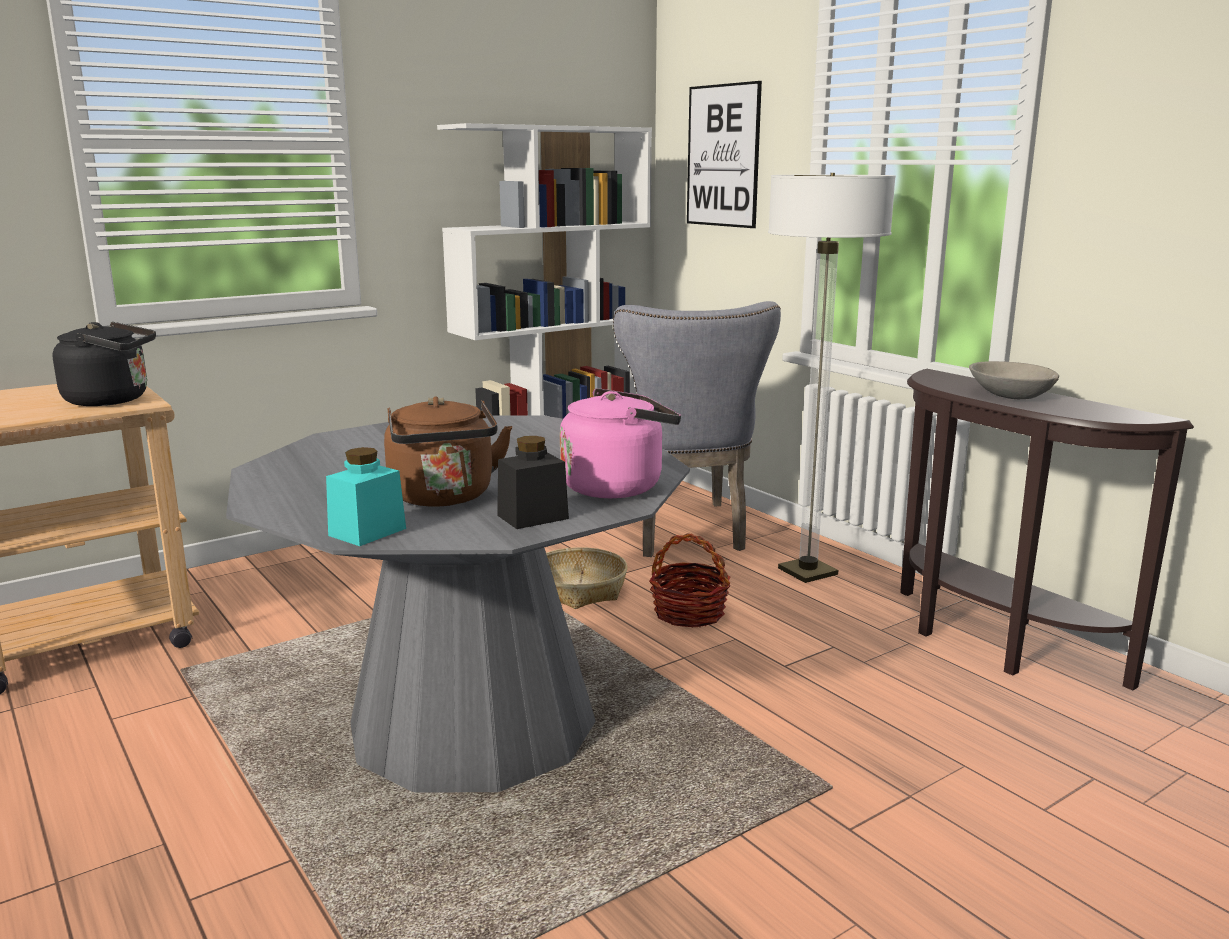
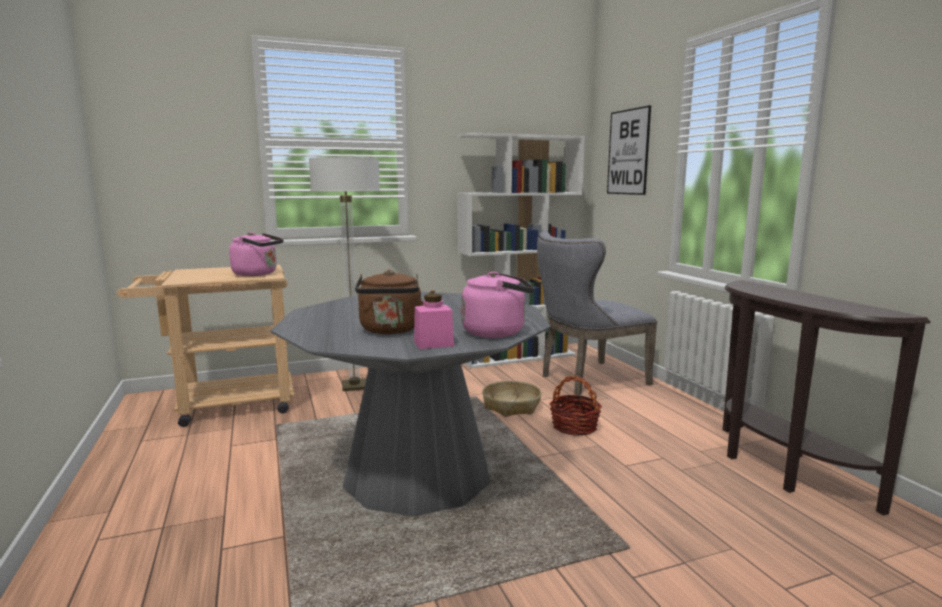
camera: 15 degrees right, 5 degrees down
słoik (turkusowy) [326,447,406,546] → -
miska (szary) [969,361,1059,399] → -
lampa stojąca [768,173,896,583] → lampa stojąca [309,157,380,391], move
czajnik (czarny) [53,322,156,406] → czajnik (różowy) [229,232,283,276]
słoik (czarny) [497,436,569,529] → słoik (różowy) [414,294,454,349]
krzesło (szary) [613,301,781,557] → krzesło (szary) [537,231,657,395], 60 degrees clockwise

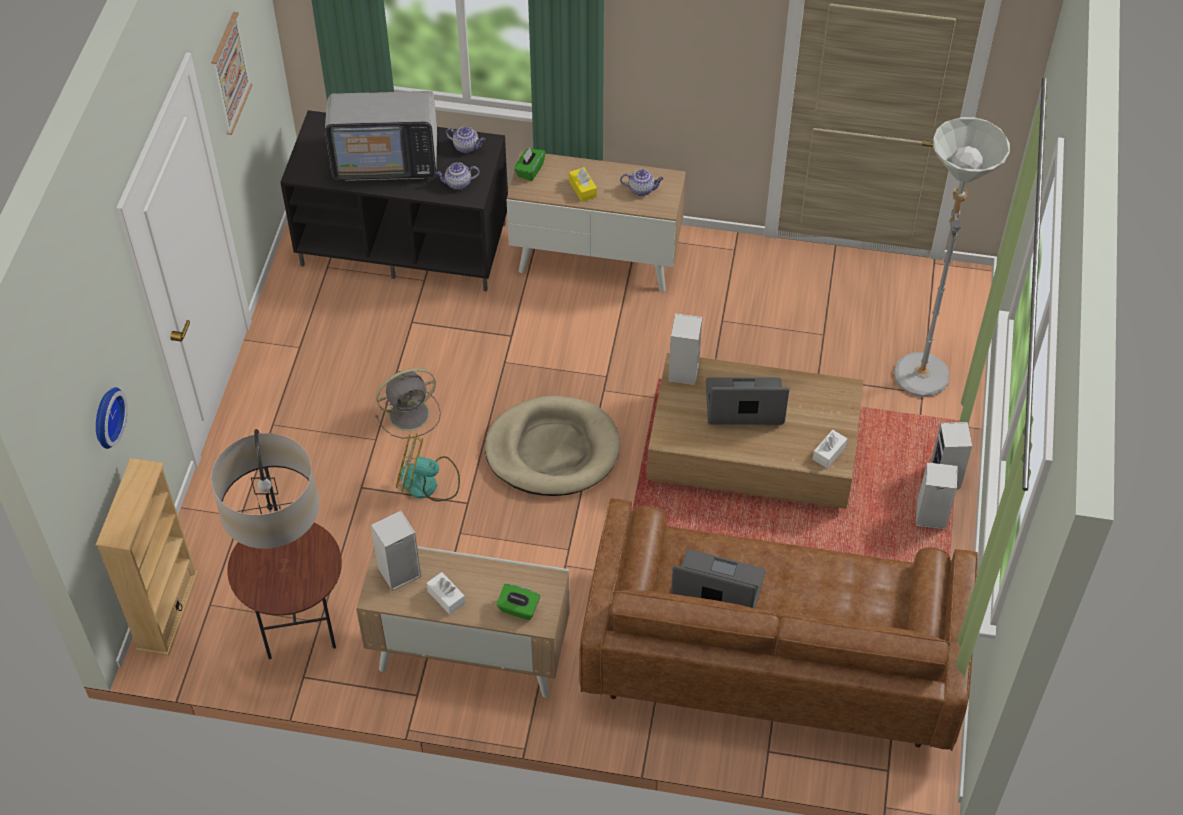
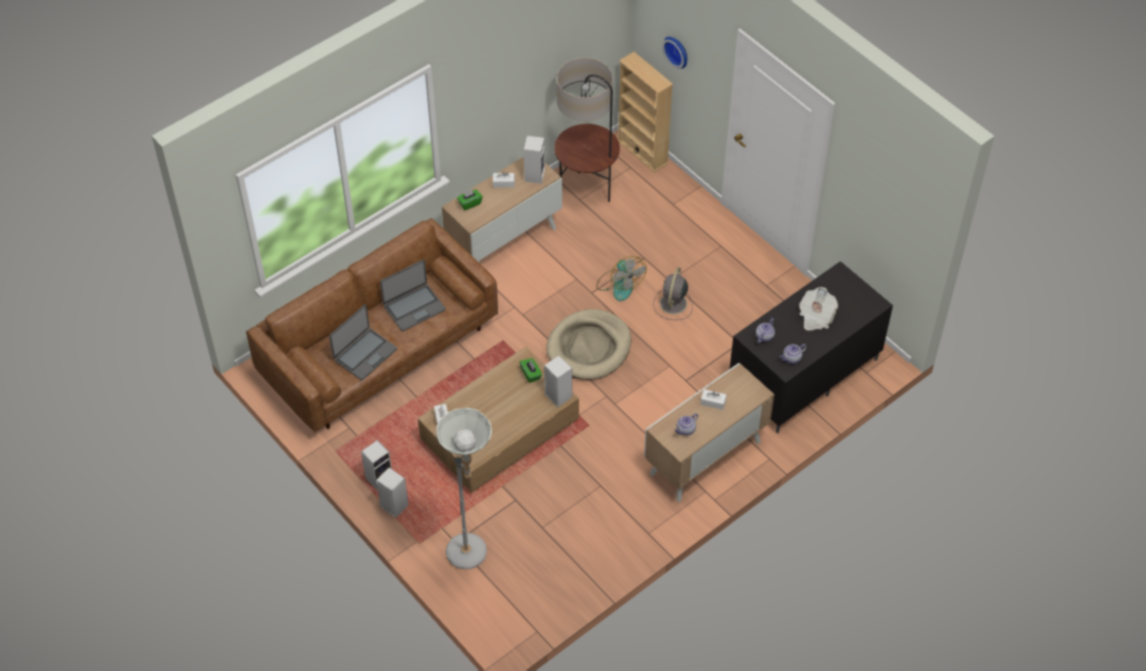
camera: 130 degrees right, 0 degrees up
obraz [211,12,252,135] → -
pudełko chusteczek (zielony) [514,148,546,181] → pudełko chusteczek (zielony) [520,358,542,383], move
laptop [706,377,789,425] → laptop [329,304,397,380], move
telewizor [325,91,437,181] → gazeta [799,287,838,330]
pudełko chusteczek (żółty) [569,167,597,202] → pudełko chusteczek (biały) [701,389,727,410]
wentylator [396,434,460,502] → wentylator [596,256,646,301], 105 degrees clockwise

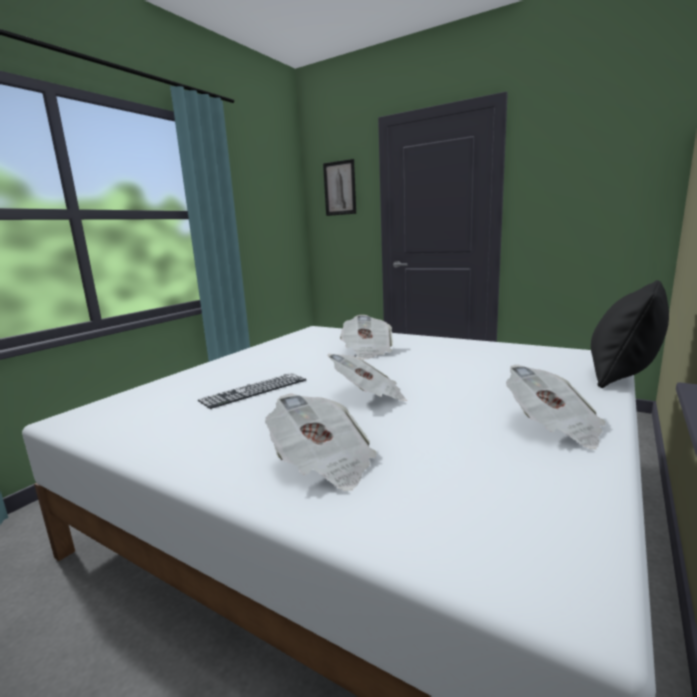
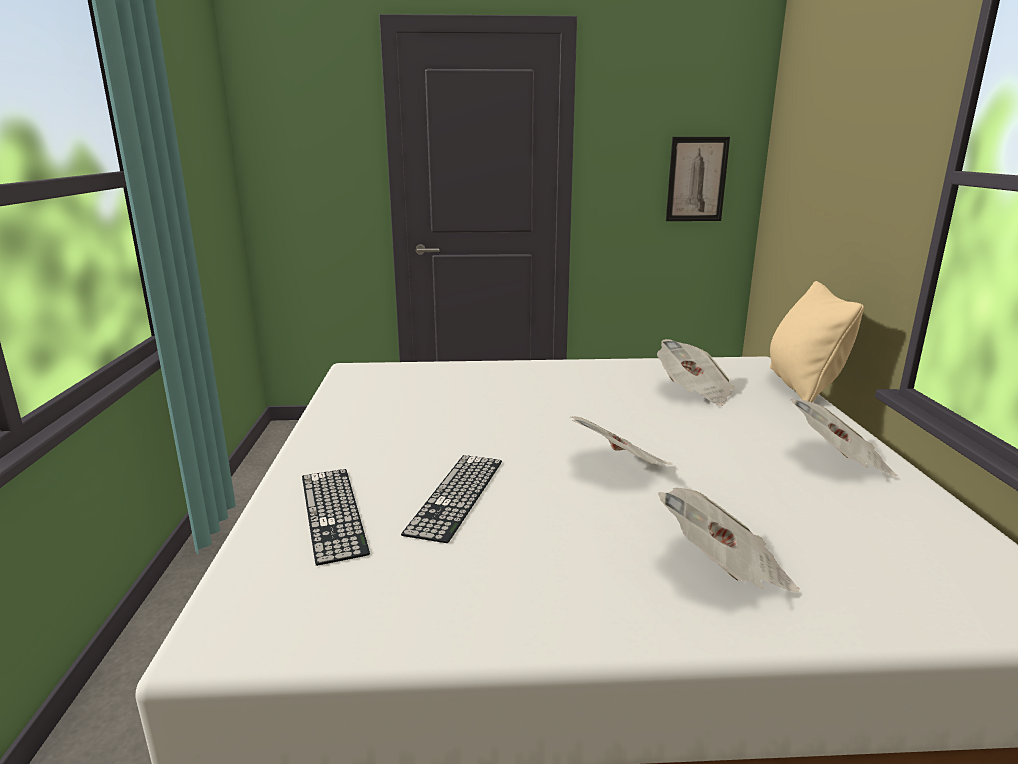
camera: 35 degrees left, 5 degrees up
- → klawiatura [302,469,370,566]
obraz [323,159,356,216] → obraz [666,137,730,221], move
gazeta [340,315,393,359] → gazeta [657,339,735,406], move
poduszka (czarny) [591,280,669,388] → poduszka (beżowy) [770,281,864,403]

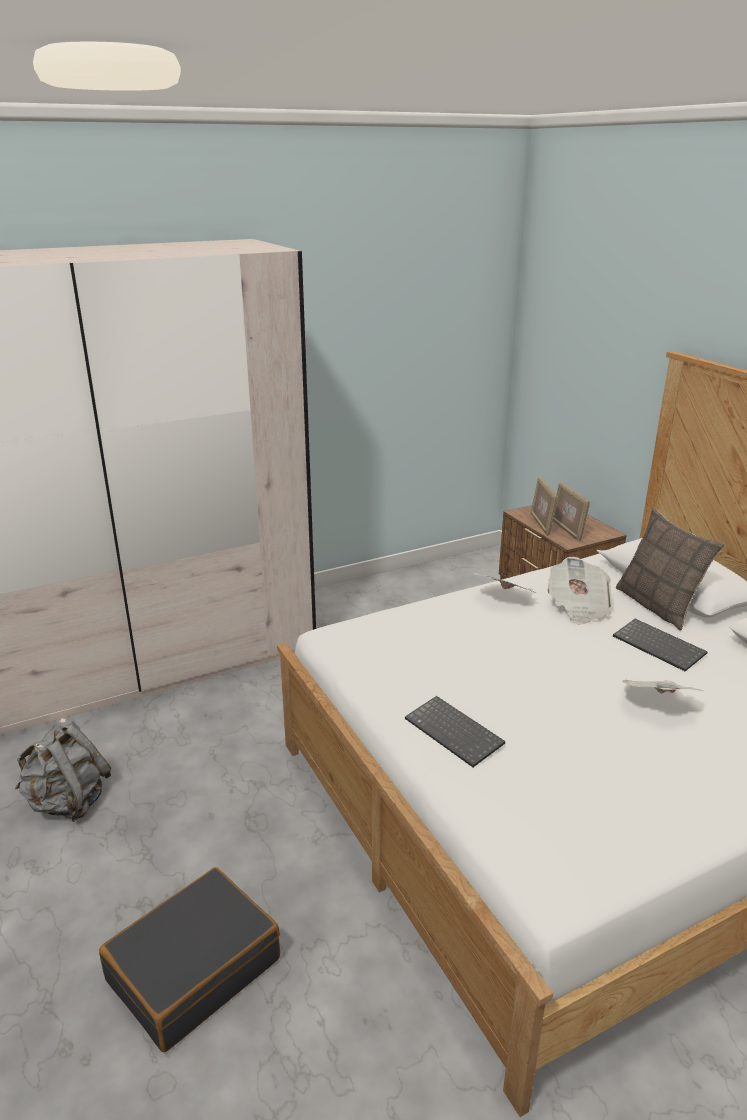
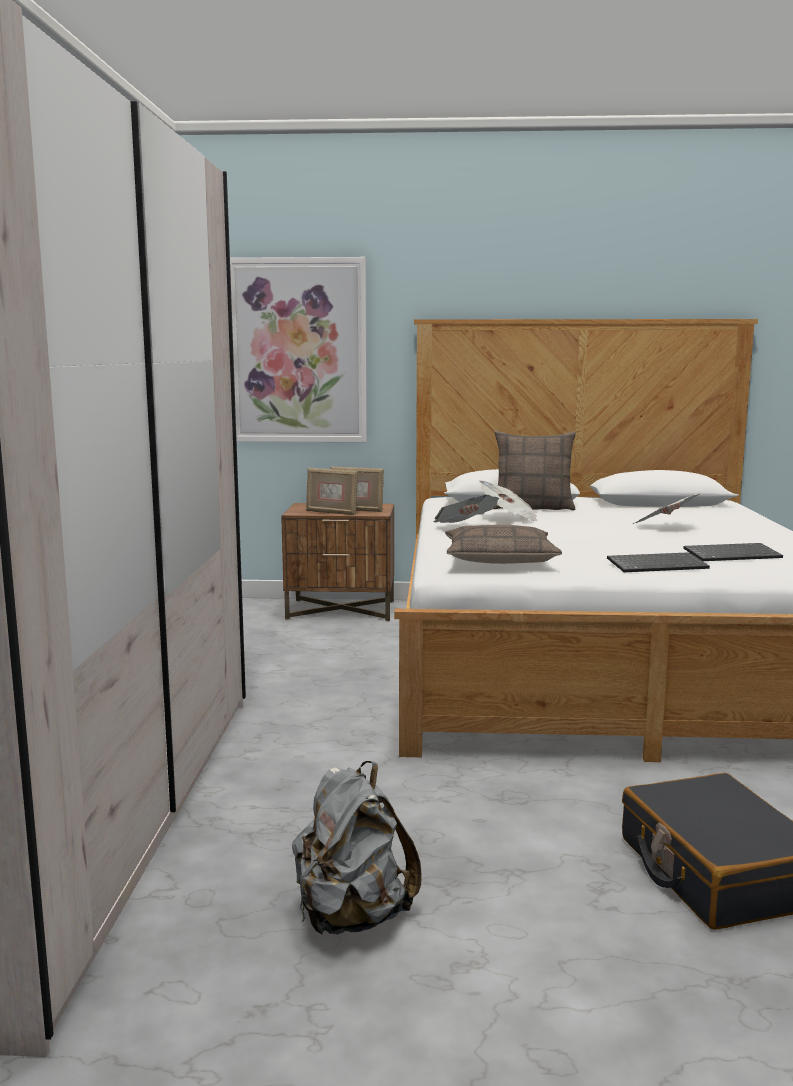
camera: 60 degrees left, 15 degrees down
- → obraz [230,257,367,442]
- → poduszka [445,525,562,564]
klawiatura [613,619,708,671] → klawiatura [683,543,783,561], move

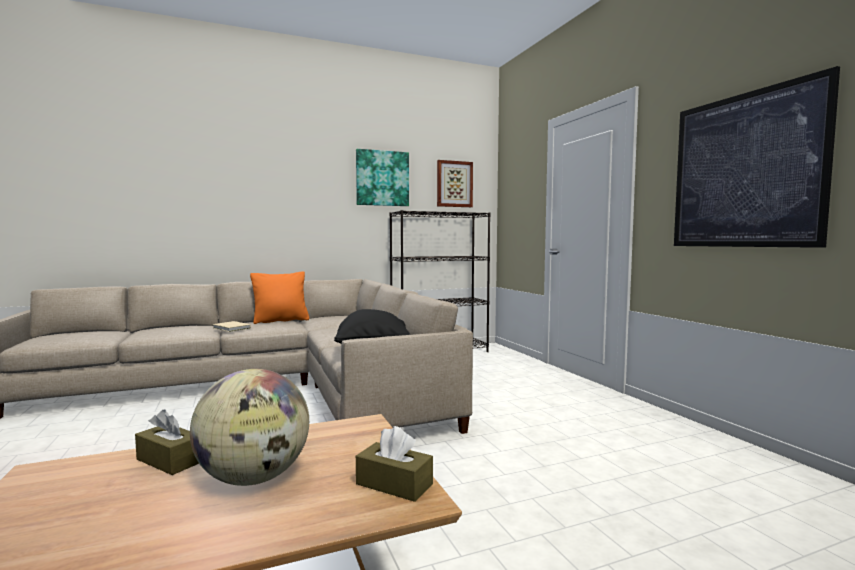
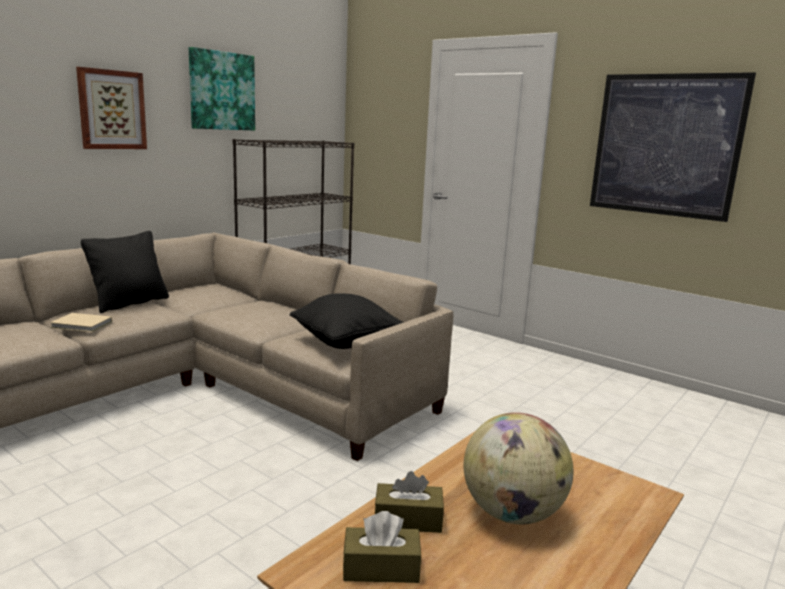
camera: 30 degrees left, 10 degrees up
pudełko chusteczek (brązowy) [356,426,433,502] → pudełko chusteczek (brązowy) [343,511,421,583], move
obraz [437,160,473,207] → obraz [76,67,147,149], move
poduszka (pomarańczowy) [250,271,309,324] → poduszka (czarny) [81,231,169,313]

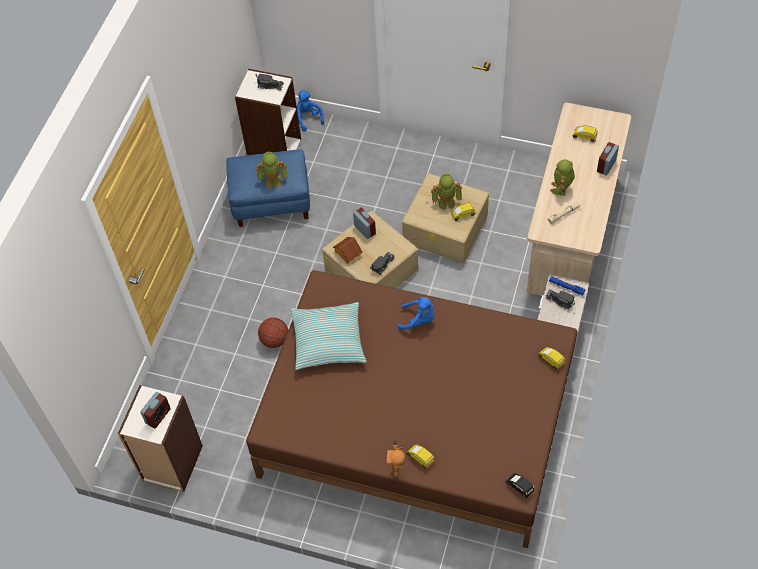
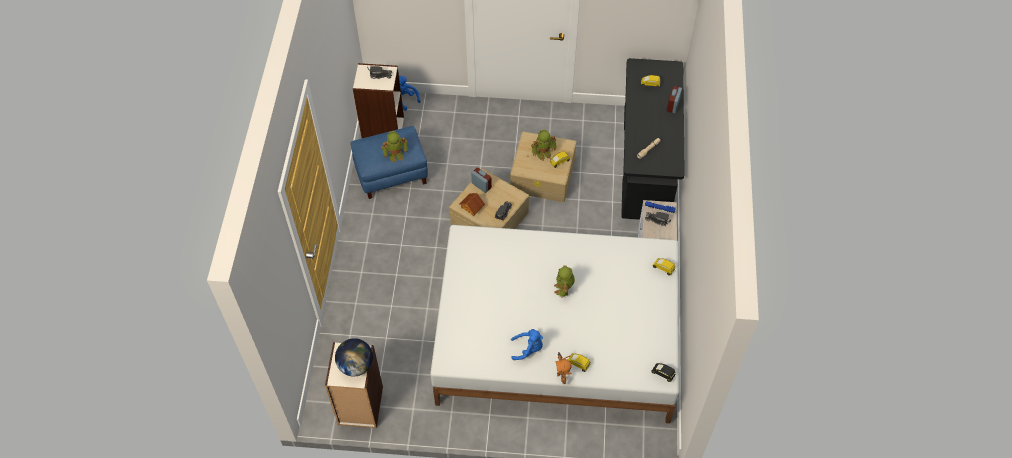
camera: 15 degrees left, 0 degrees up
piłka do koszykówki [258,318,288,348] → -
poduszka [291,302,367,370] → -
pluszak (niebieski) [397,297,435,329] → pluszak (niebieski) [511,329,543,360], move
robot zabawkowy [550,160,575,196] → robot zabawkowy [554,266,575,298], move
budzik [140,392,171,428] → globus [335,338,373,376]
łóżko (brązowy) [246,270,577,548] → łóżko (biały) [430,225,680,424]
biurko (beżowy) [527,103,631,296] → biurko (czarny) [621,58,685,220]

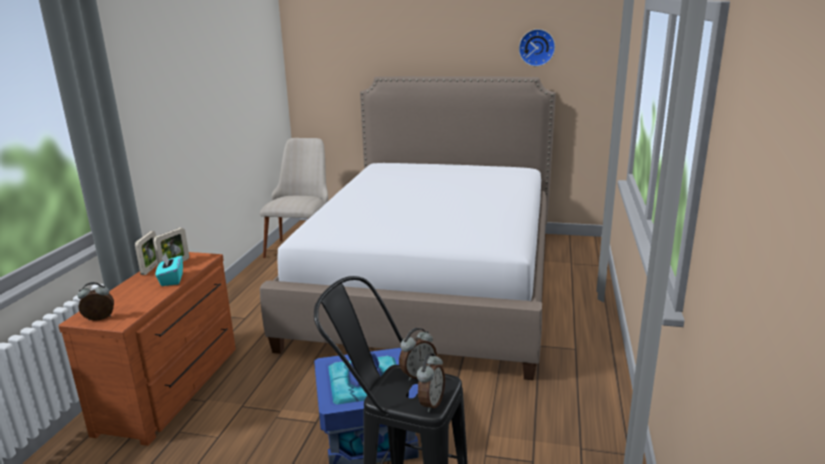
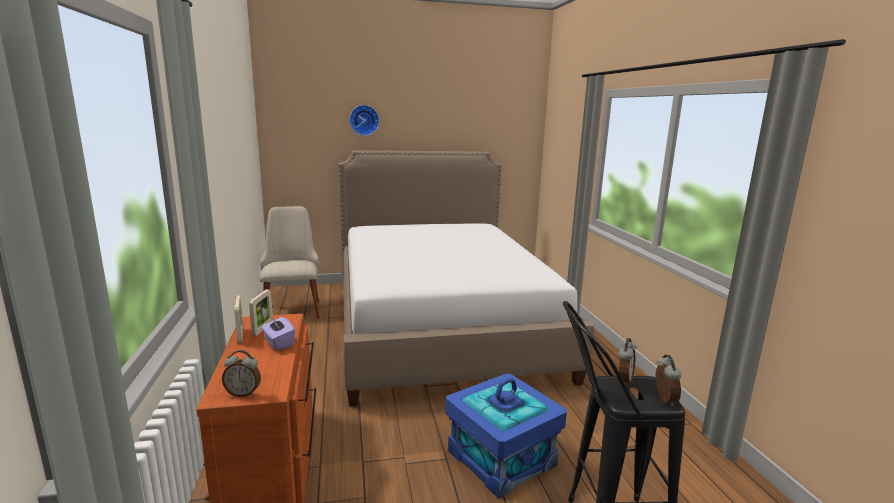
camera: 25 degrees left, 5 degrees down
zegar ścienny [519,29,555,66] → zegar ścienny [349,105,379,136], move
pudełko chusteczek (turkusowy) [156,253,183,286] → pudełko chusteczek (fioletowy) [261,317,295,350]
budzik [78,282,114,321] → budzik [222,350,261,397], 135 degrees counterclockwise

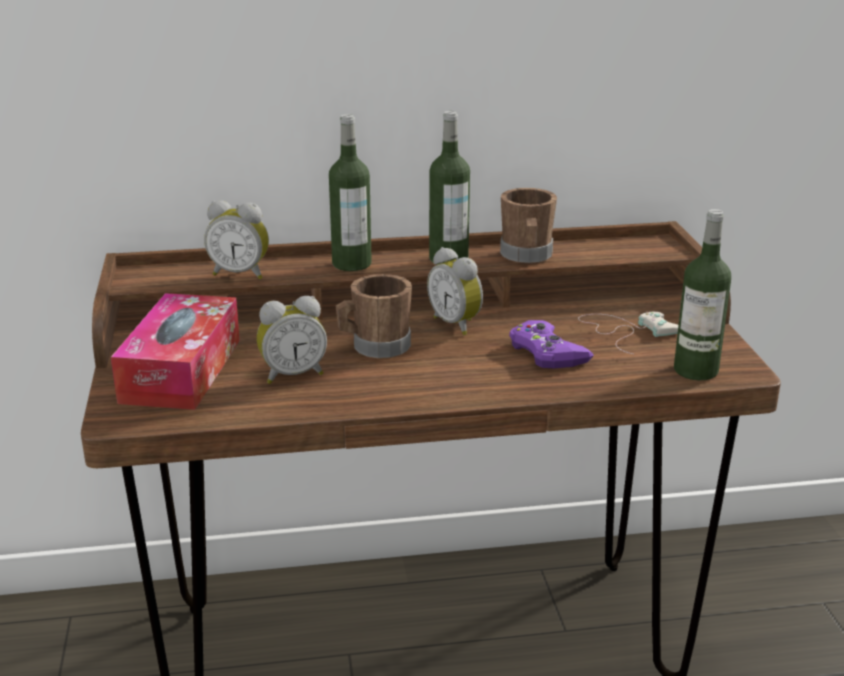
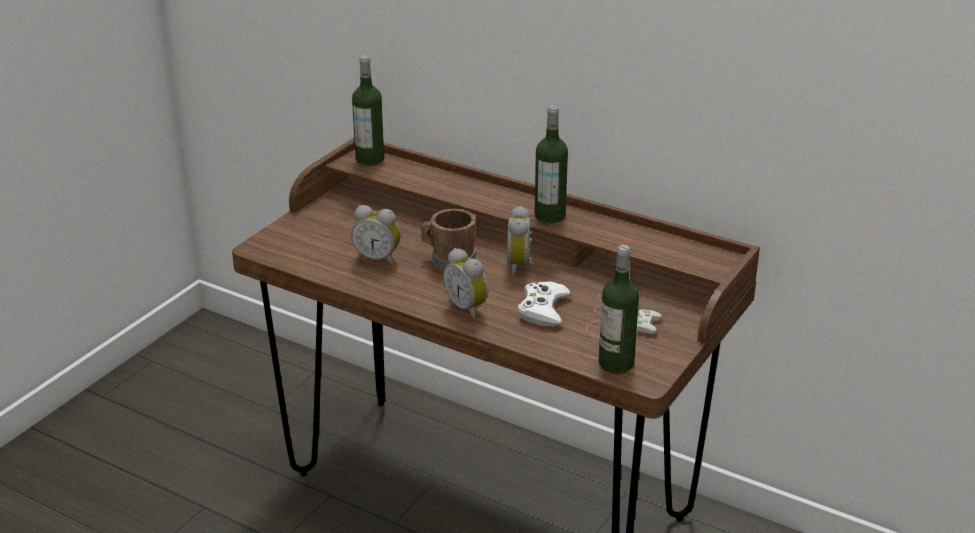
camera: 40 degrees right, 5 degrees up
pudełko chusteczek [111,293,240,410] → -
kubek (brązowy) [500,188,557,263] → -
budzik [204,200,269,279] → budzik [443,248,489,320], move
butelka [329,114,372,271] → butelka [352,55,384,166], move
pad do gier (fioletowy) [509,320,594,368] → pad do gier (biały) [518,281,570,327]

